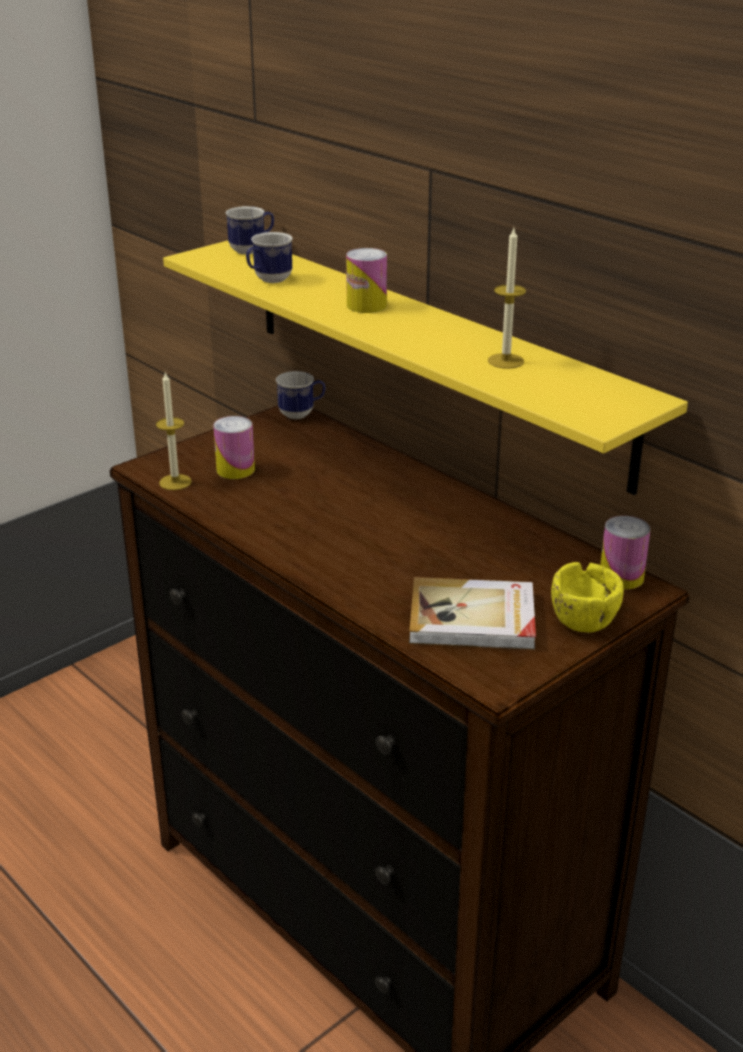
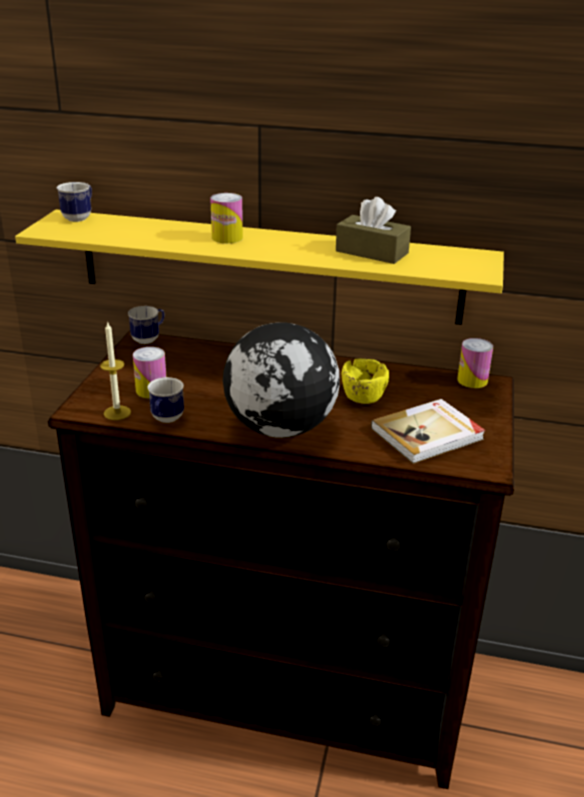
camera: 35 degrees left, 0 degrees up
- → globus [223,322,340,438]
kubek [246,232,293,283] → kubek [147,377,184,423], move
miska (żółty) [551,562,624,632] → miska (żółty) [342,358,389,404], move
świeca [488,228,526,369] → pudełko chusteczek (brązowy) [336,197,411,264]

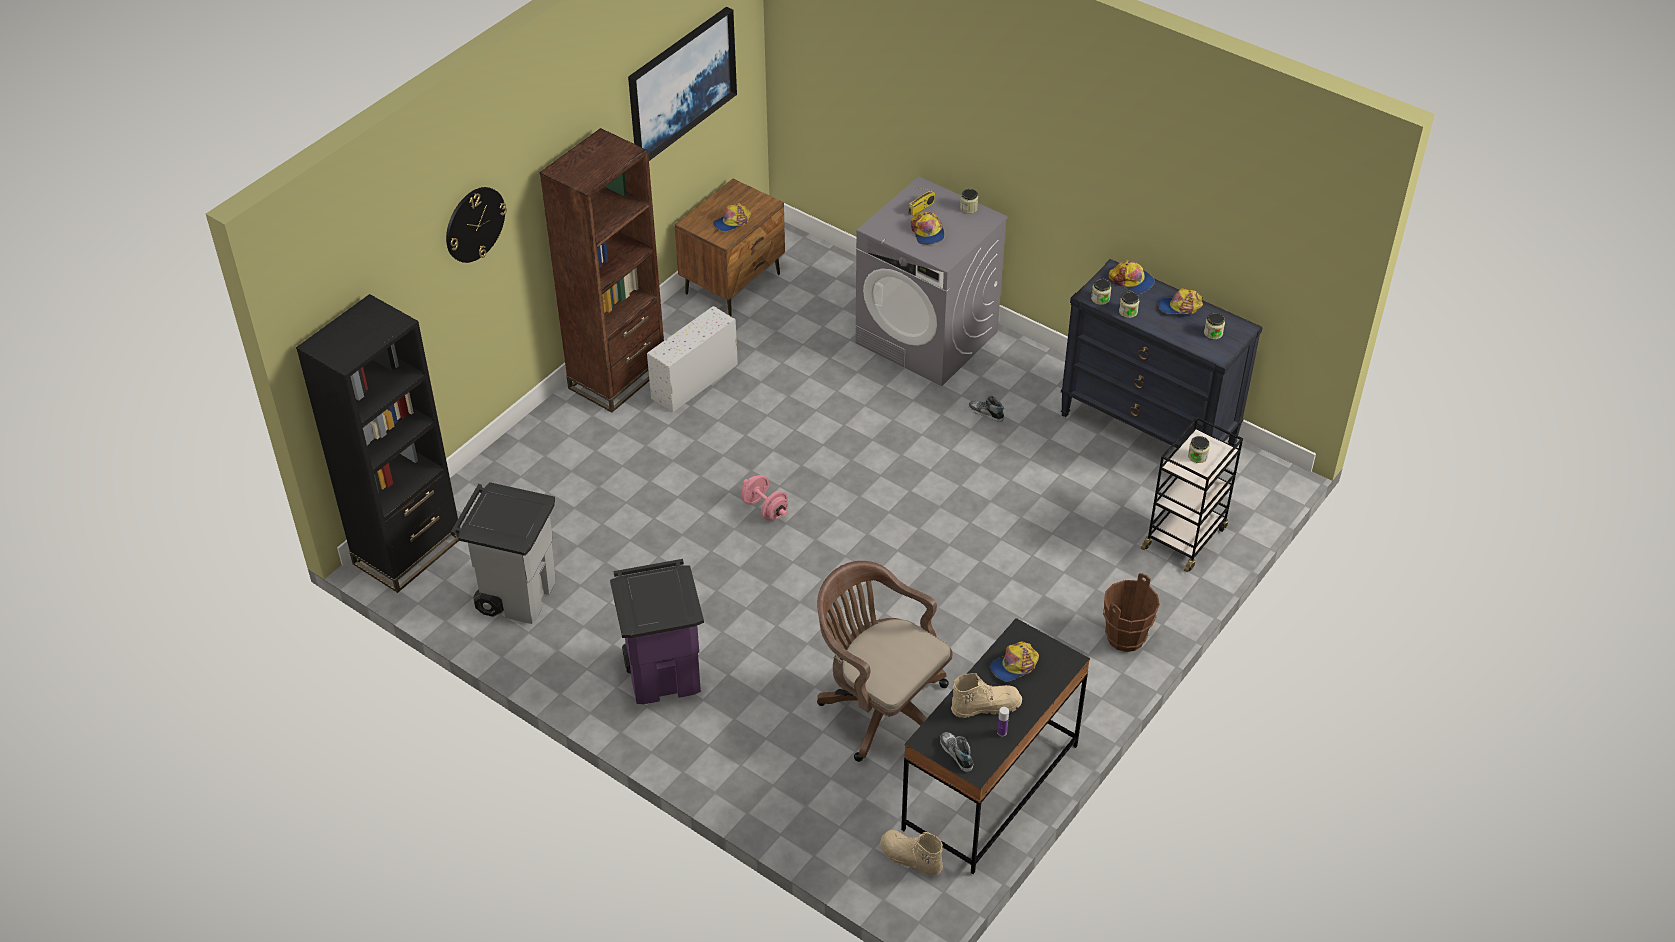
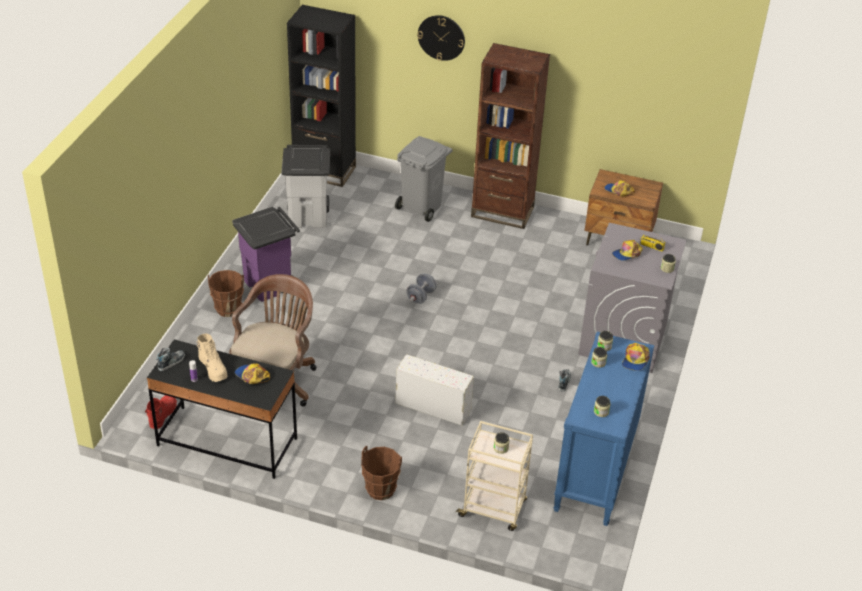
camera: 70 degrees right, 5 degrees down
obraz [628,7,737,161] → -
czapka z daszkiem [1158,288,1203,314] → -
- → wiadro (brązowy) [208,270,244,317]
- → kosz na śmieci (szary) [395,136,452,222]
pojemnik do przechowywania (biały) [647,306,738,413] → pojemnik do przechowywania (biały) [396,354,474,426], move
hantel (różowy) [742,475,788,520] → hantel (szary) [406,273,436,304]
but z cholewką (beżowy) [880,830,943,876] → but z cholewką (czerwony) [145,395,177,429]
komoda (czarny) [1061,259,1263,448] → komoda (niebieski) [554,331,654,526]
wózek (czarny) [1141,417,1243,572] → wózek (beżowy) [455,421,533,531]

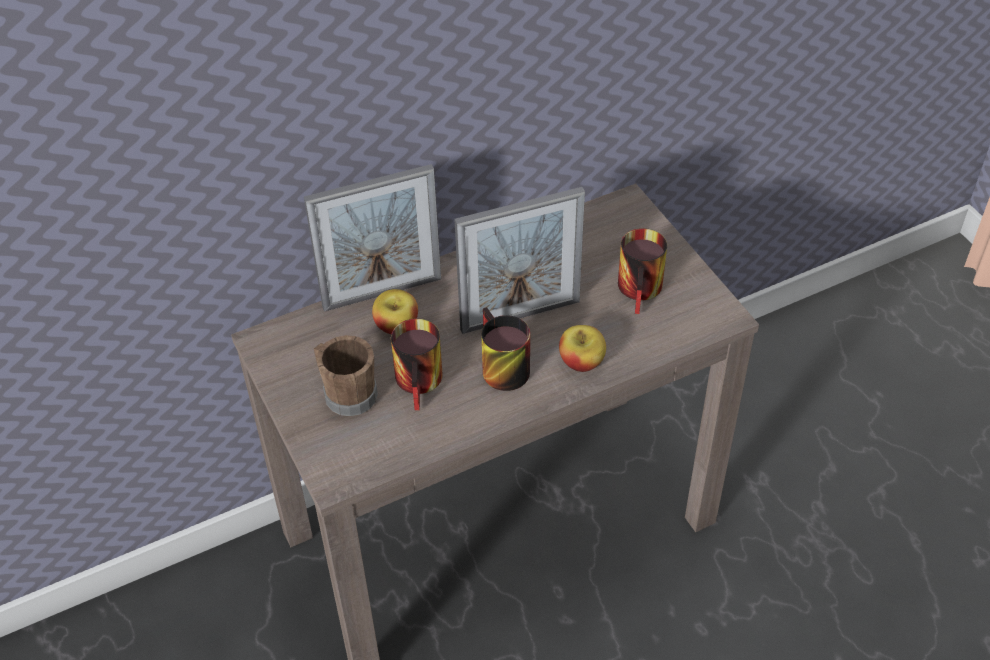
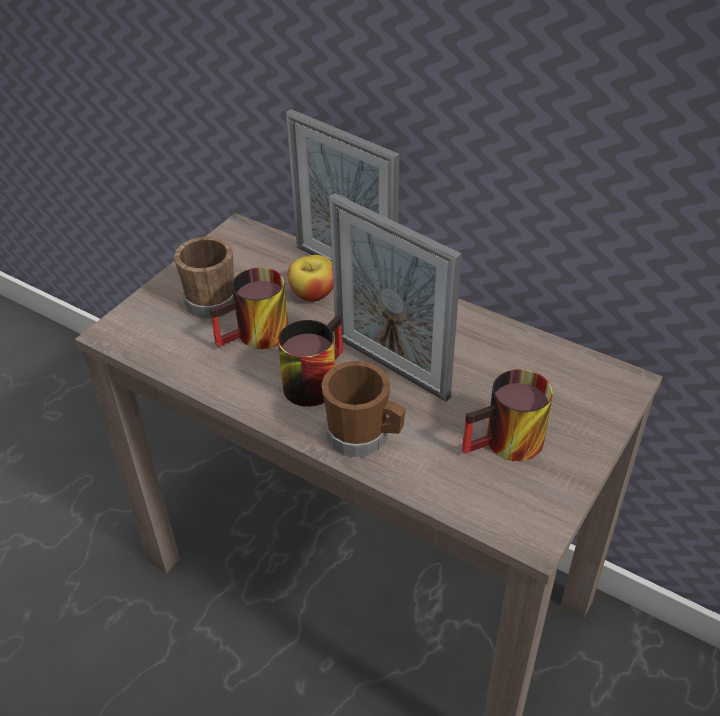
camera: 60 degrees right, 5 degrees down
jabłko [559,325,606,372] → kubek (brązowy) [322,361,406,457]

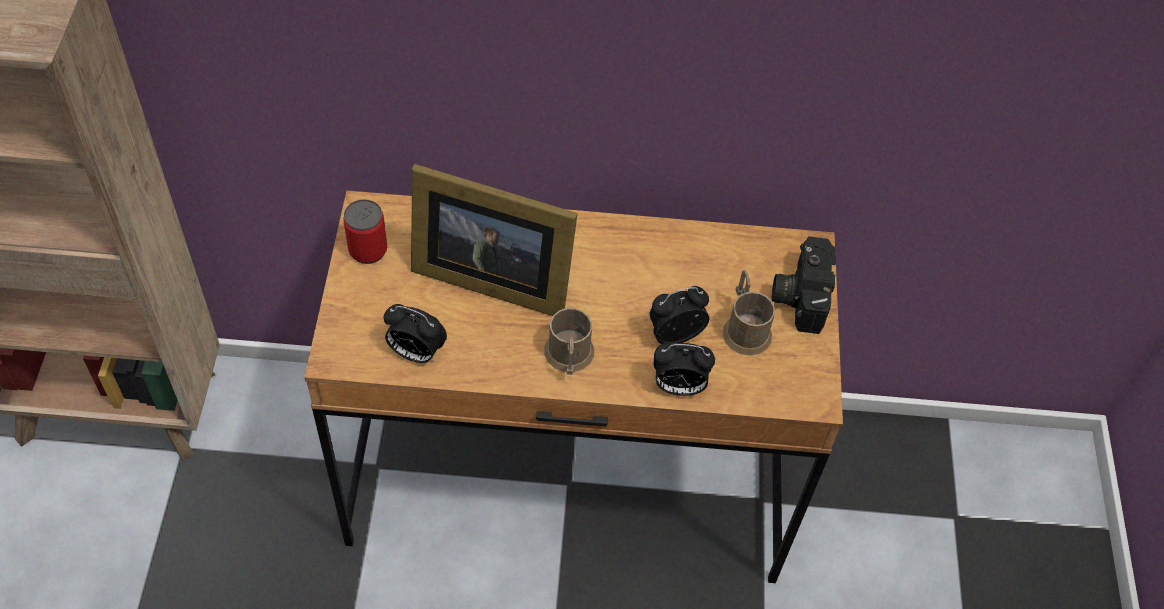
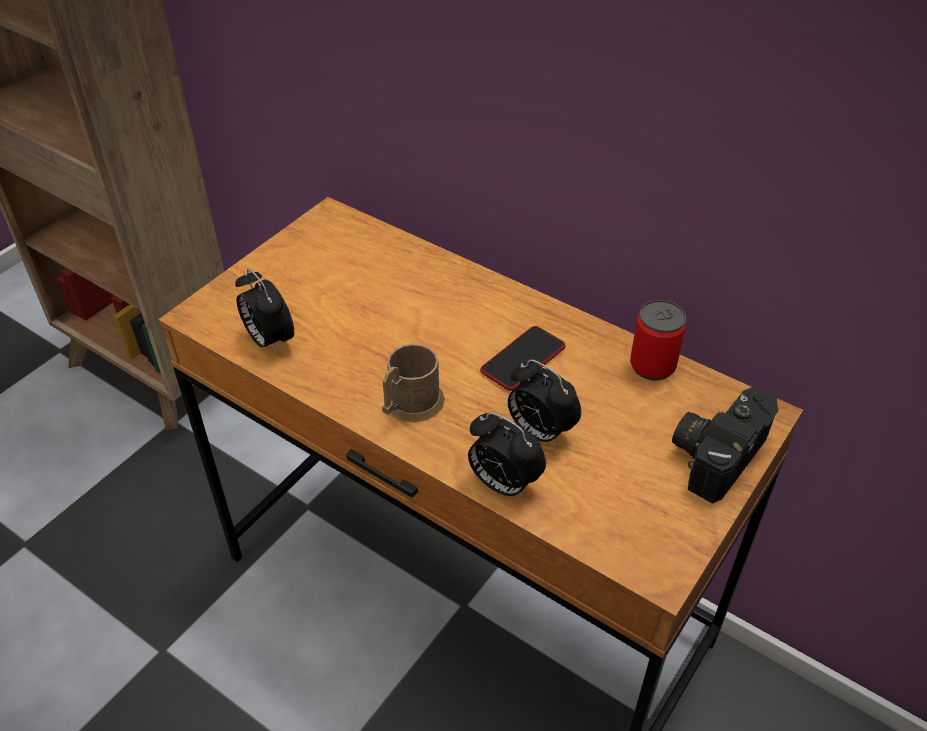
camera: 35 degrees right, 10 degrees down
ramka na zdjęcie [411,164,578,316] → -
kubek (brązowy) [722,270,775,356] → -
- → telefon [480,326,565,391]
puszka [343,199,387,264] → puszka [630,300,686,381], move
budzik [650,286,710,344] → budzik [508,359,581,446], 150 degrees counterclockwise

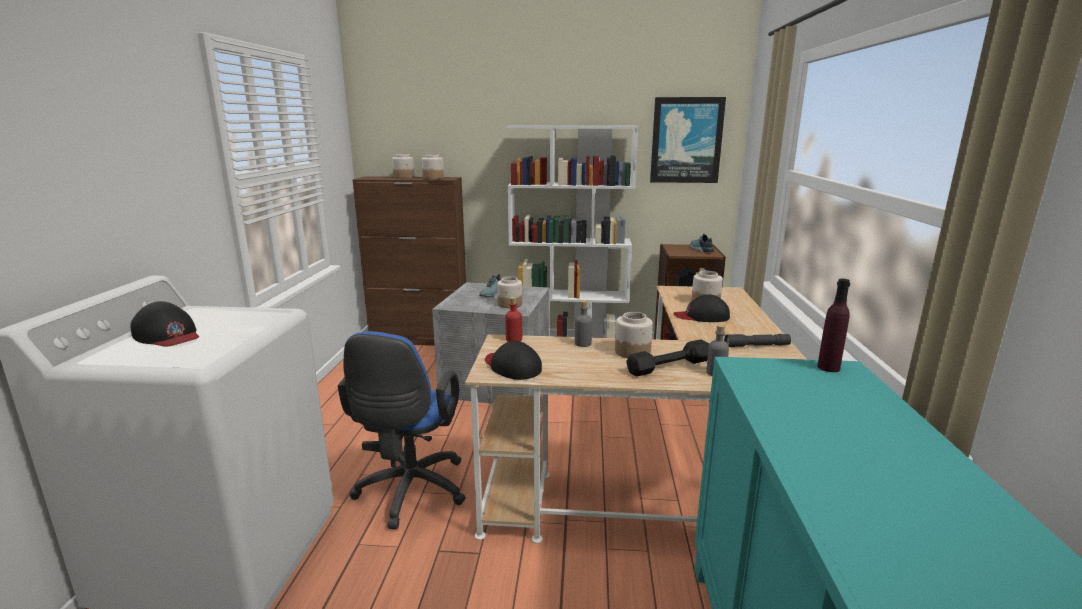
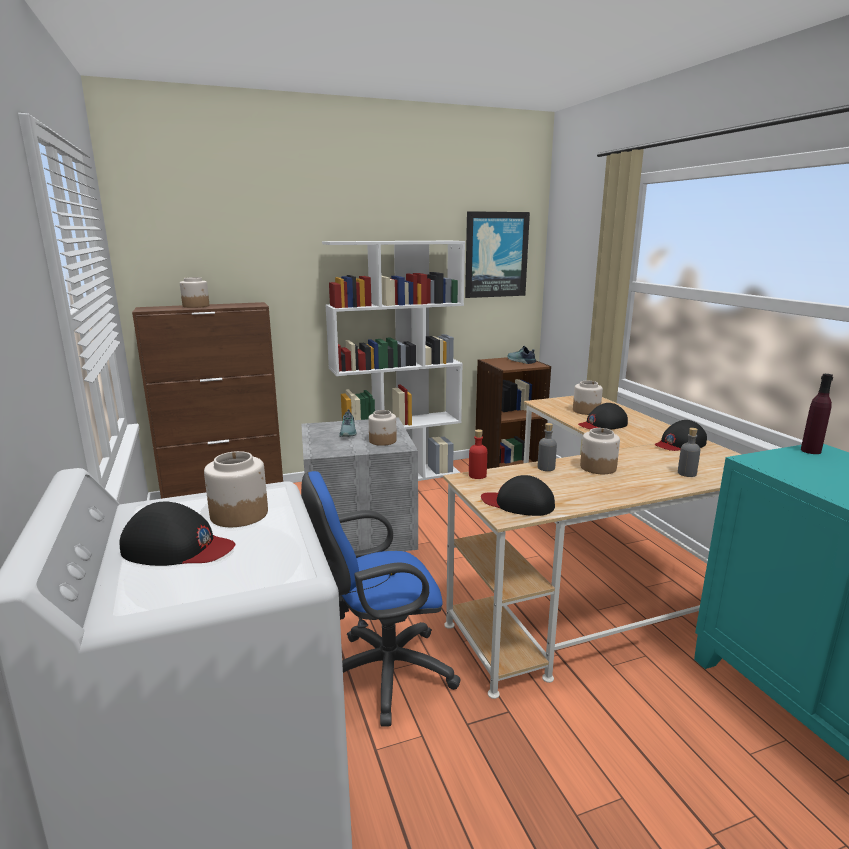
camera: 25 degrees left, 0 degrees up
hantel (czarny) [626,339,709,376] → -
słoik [422,154,444,179] → słoik [204,451,268,527], move
latarka (szary) [724,334,791,347] → czapka z daszkiem (czarny) [655,420,707,451]
krzesło biurowe (niebieski) [338,331,466,529] → krzesło biurowe (niebieski) [301,471,461,727], 90 degrees clockwise

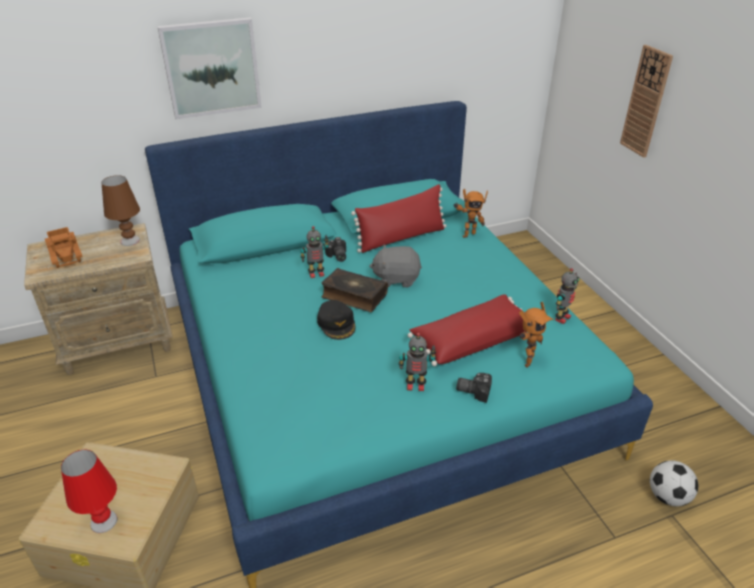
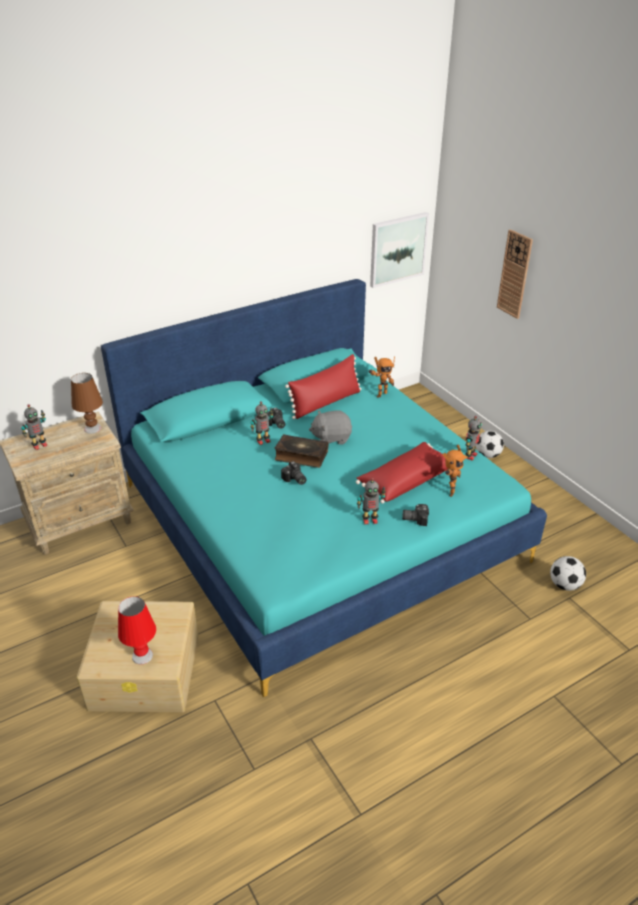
camera: 10 degrees left, 0 degrees up
- → piłka futbolowa [476,431,504,458]
obraz [157,18,262,119] → obraz [370,212,429,288], move
ciężarówka zabawkowa [45,227,83,268] → robot zabawkowy [21,404,47,450]
czapka z daszkiem (czarny) [317,300,355,340] → aparat fotograficzny [281,461,307,485]

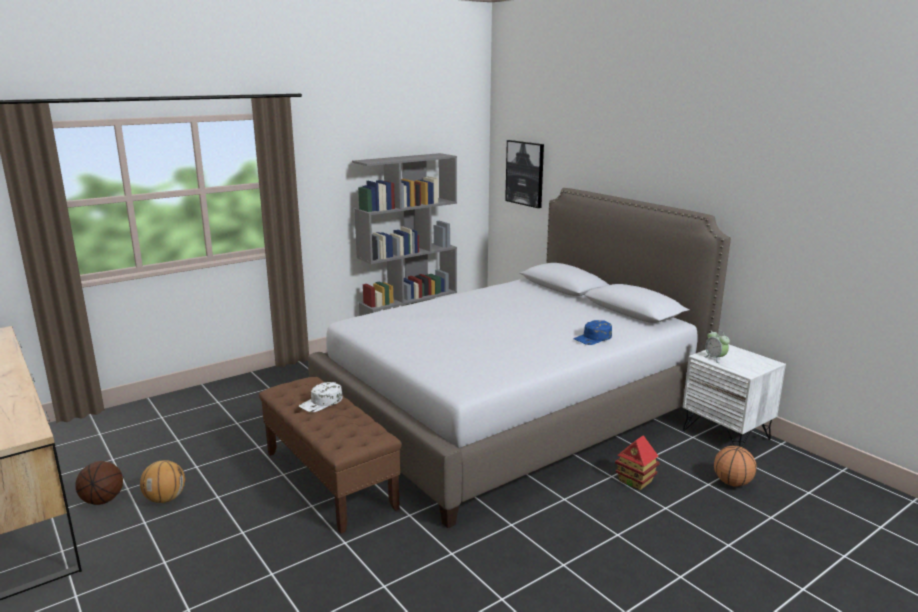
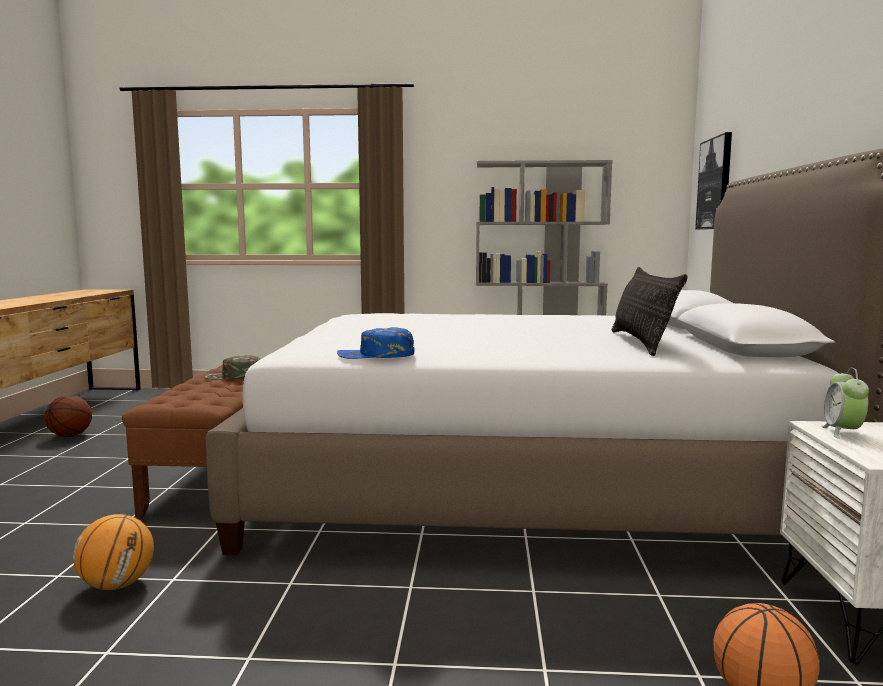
camera: 40 degrees right, 10 degrees down
domek [615,435,660,490] → -
- → poduszka [611,267,688,356]
piłka do koszykówki [140,460,185,503] → piłka do koszykówki [73,514,154,590], move
czapka z daszkiem (niebieski) [574,320,612,345] → czapka z daszkiem (niebieski) [337,327,414,359], move
czapka z daszkiem (biały) [299,382,343,412] → czapka z daszkiem (zielony) [204,355,260,380]

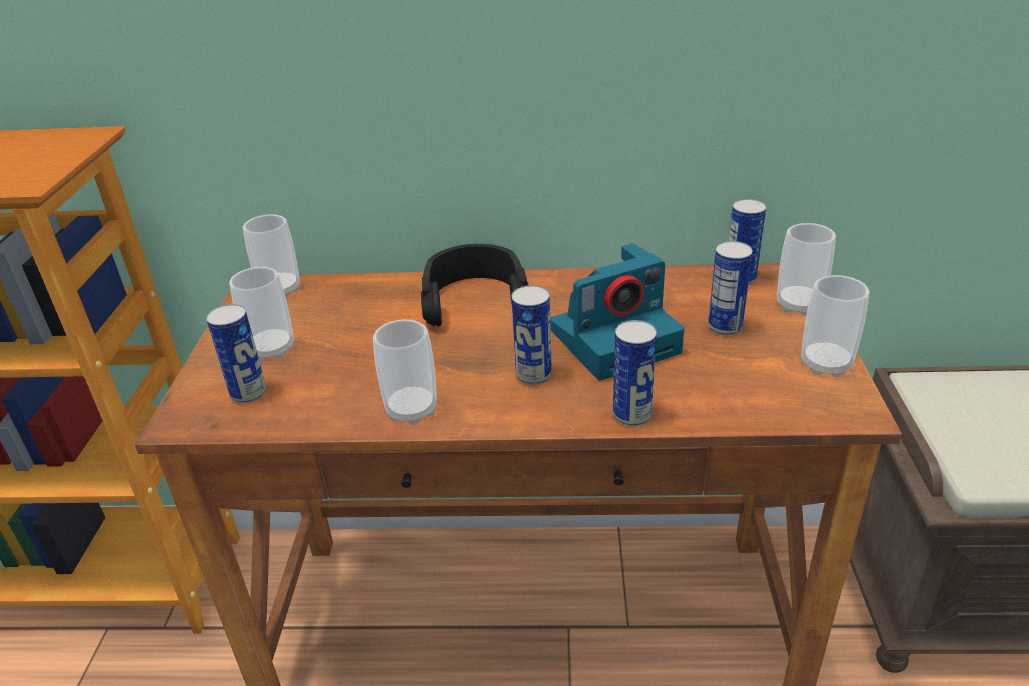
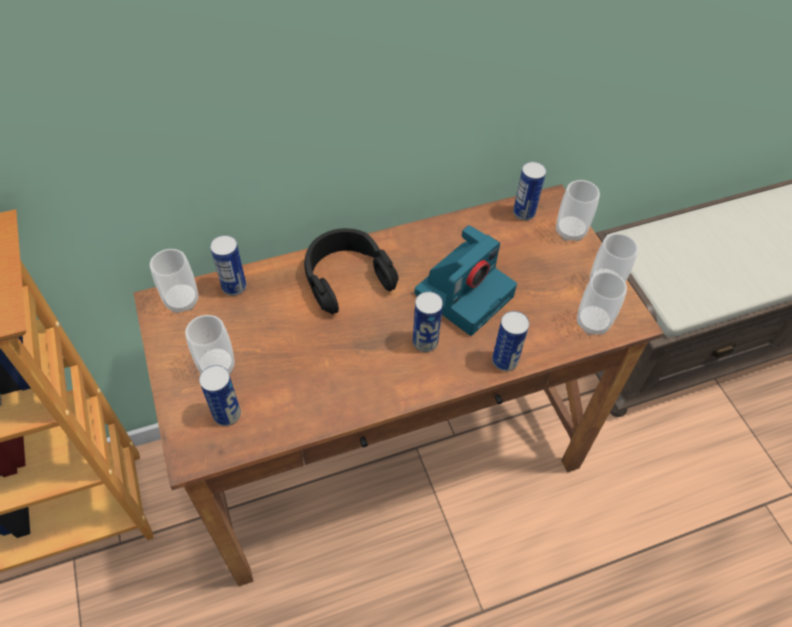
camera: 25 degrees left, 20 degrees up
filiżanka [373,319,437,425] → filiżanka [577,271,627,335], move
puszka [708,241,753,336] → puszka [210,235,246,296], move

